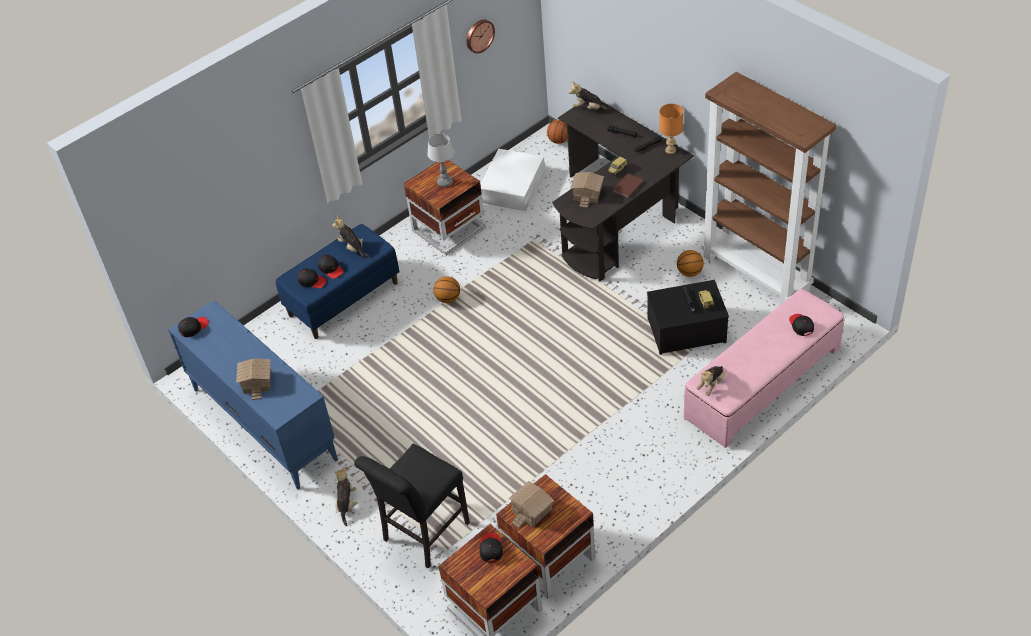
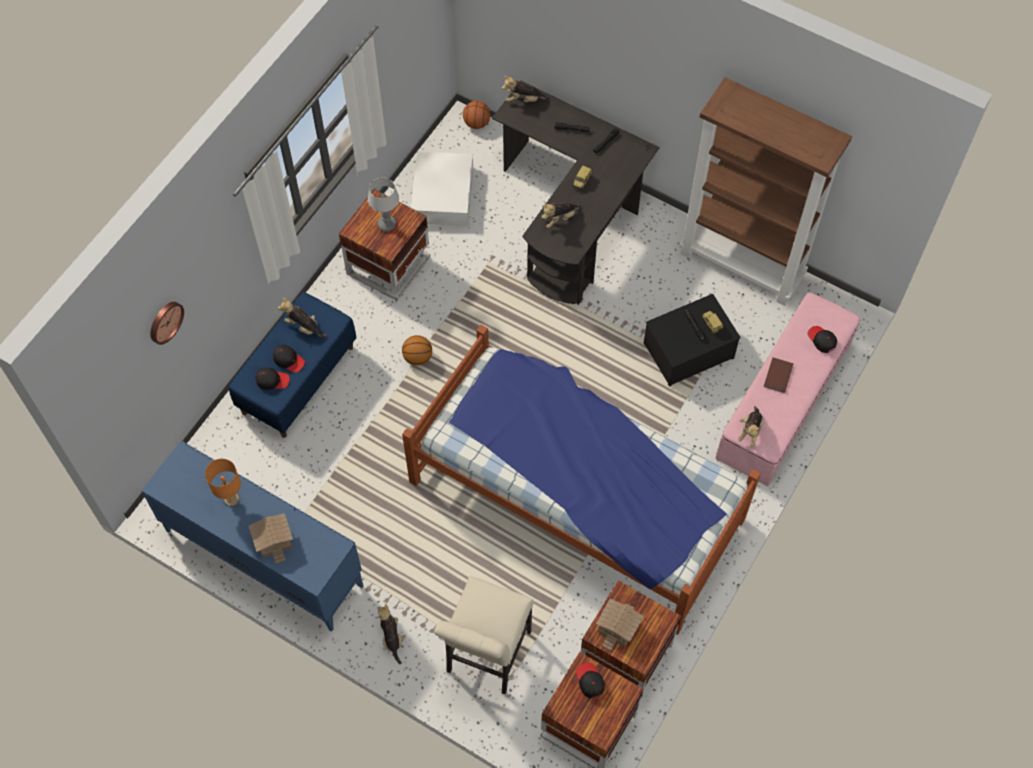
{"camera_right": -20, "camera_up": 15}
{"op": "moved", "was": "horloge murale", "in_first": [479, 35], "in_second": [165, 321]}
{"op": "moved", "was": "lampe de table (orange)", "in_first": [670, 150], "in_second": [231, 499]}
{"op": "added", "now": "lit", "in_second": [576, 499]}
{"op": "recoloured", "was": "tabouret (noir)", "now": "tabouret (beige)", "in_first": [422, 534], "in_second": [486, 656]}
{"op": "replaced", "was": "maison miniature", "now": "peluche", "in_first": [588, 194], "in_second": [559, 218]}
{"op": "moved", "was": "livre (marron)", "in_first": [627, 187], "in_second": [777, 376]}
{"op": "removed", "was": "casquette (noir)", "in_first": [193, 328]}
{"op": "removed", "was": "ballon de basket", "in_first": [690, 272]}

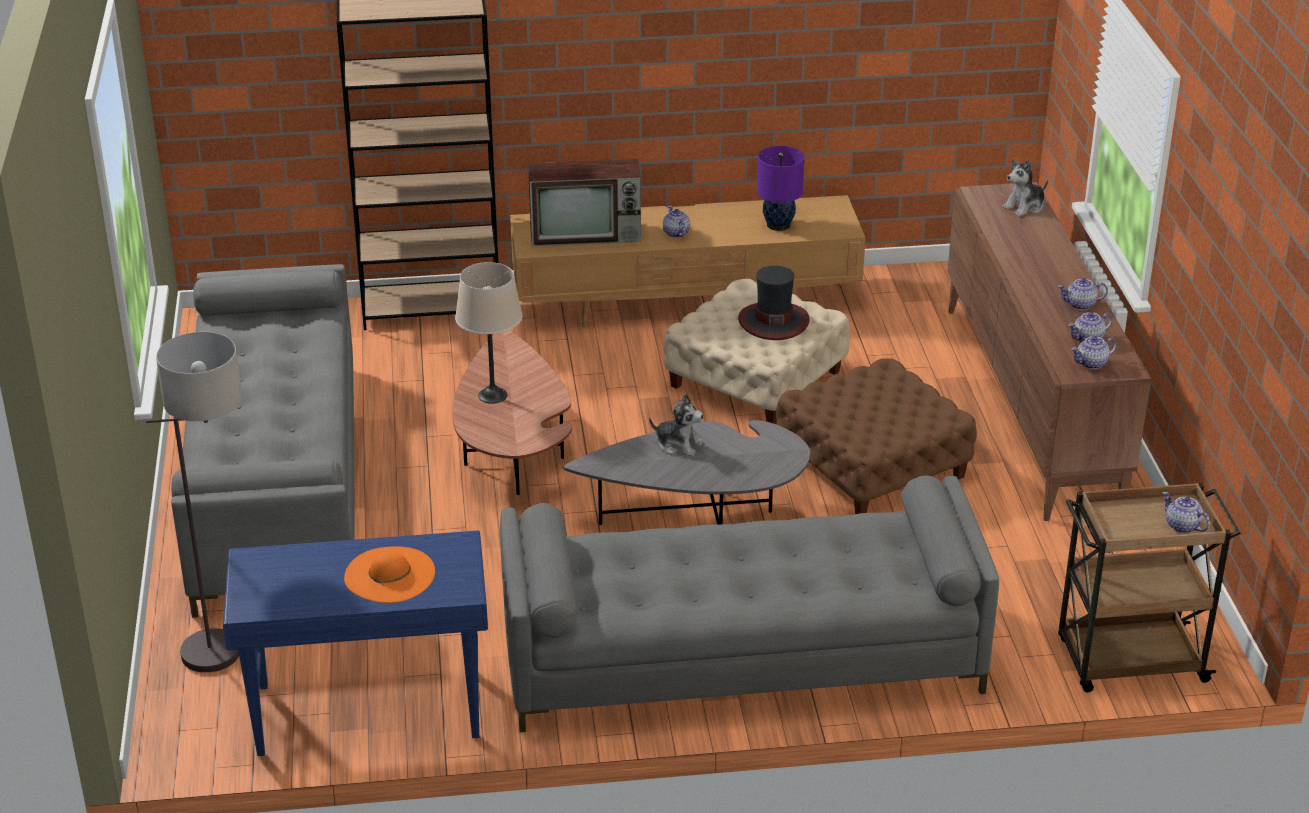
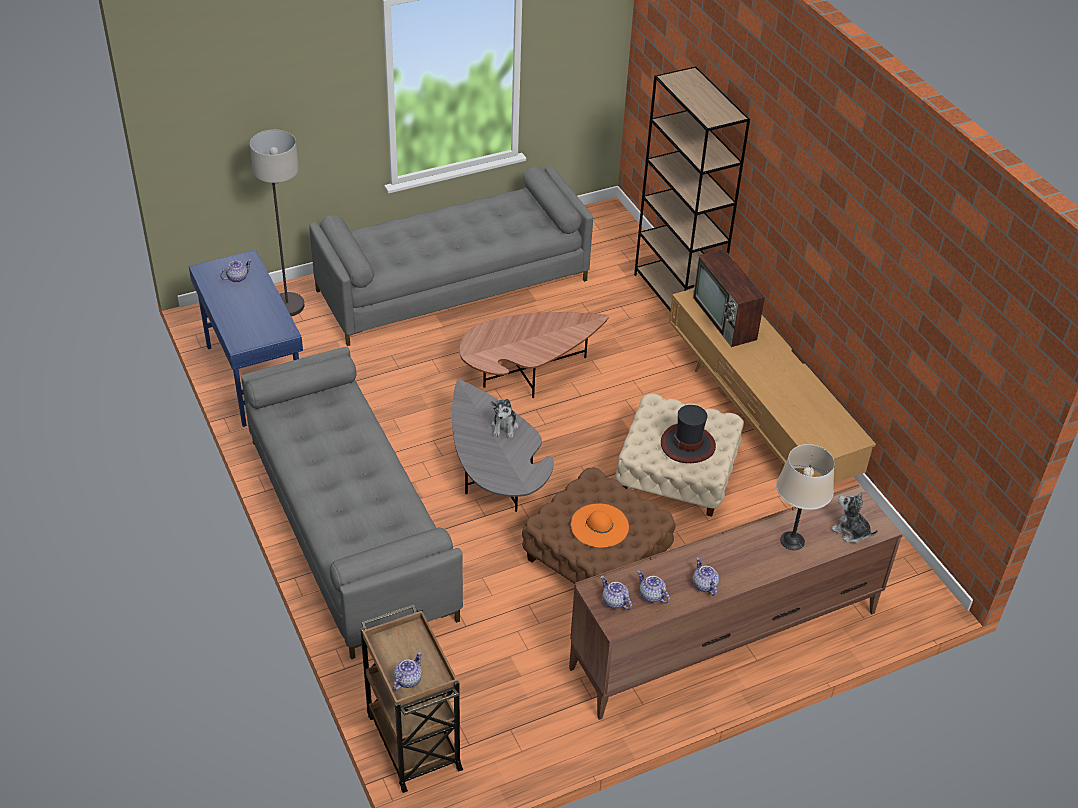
{"camera_right": 70, "camera_up": 10}
{"op": "moved", "was": "théière", "in_first": [675, 233], "in_second": [237, 277]}
{"op": "moved", "was": "chapeau (orange)", "in_first": [389, 574], "in_second": [599, 525]}
{"op": "moved", "was": "lampe de table (beige)", "in_first": [493, 395], "in_second": [792, 541]}
{"op": "removed", "was": "lampe de table (violet)", "in_first": [778, 225]}

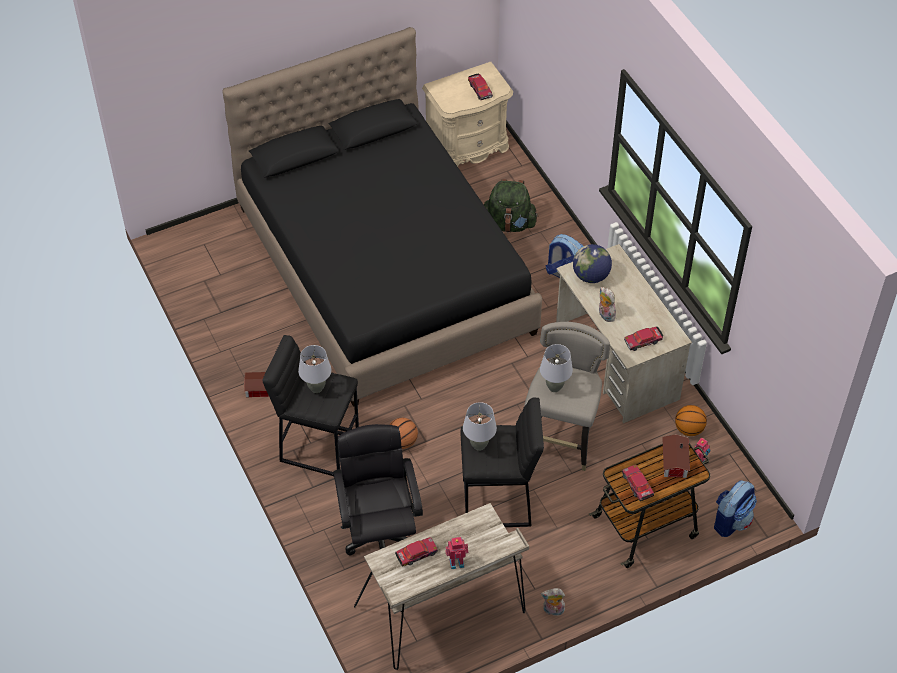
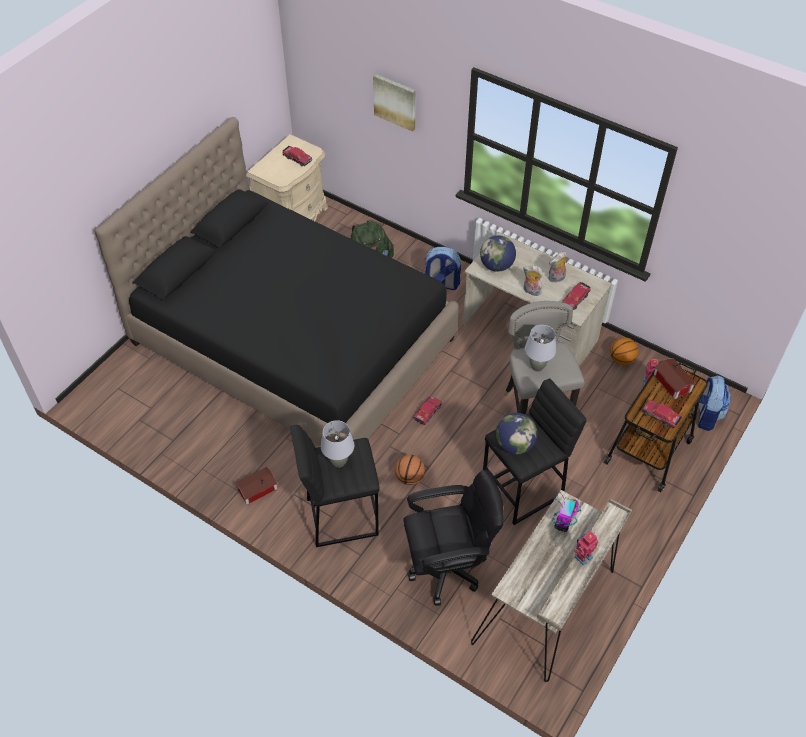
{"camera_right": -30, "camera_up": 0}
{"op": "added", "now": "tableau", "in_second": [395, 101]}
{"op": "turned", "was": "chaise de bureau (noir)", "in_first": [379, 537], "in_second": [448, 570], "clockwise": 120}
{"op": "moved", "was": "petite voiture", "in_first": [416, 554], "in_second": [427, 412]}
{"op": "replaced", "was": "lampe de table (gris)", "now": "globe", "in_first": [479, 445], "in_second": [514, 445]}
{"op": "moved", "was": "peluche", "in_first": [553, 611], "in_second": [556, 279]}
{"op": "added", "now": "robot jouet", "in_second": [562, 524]}

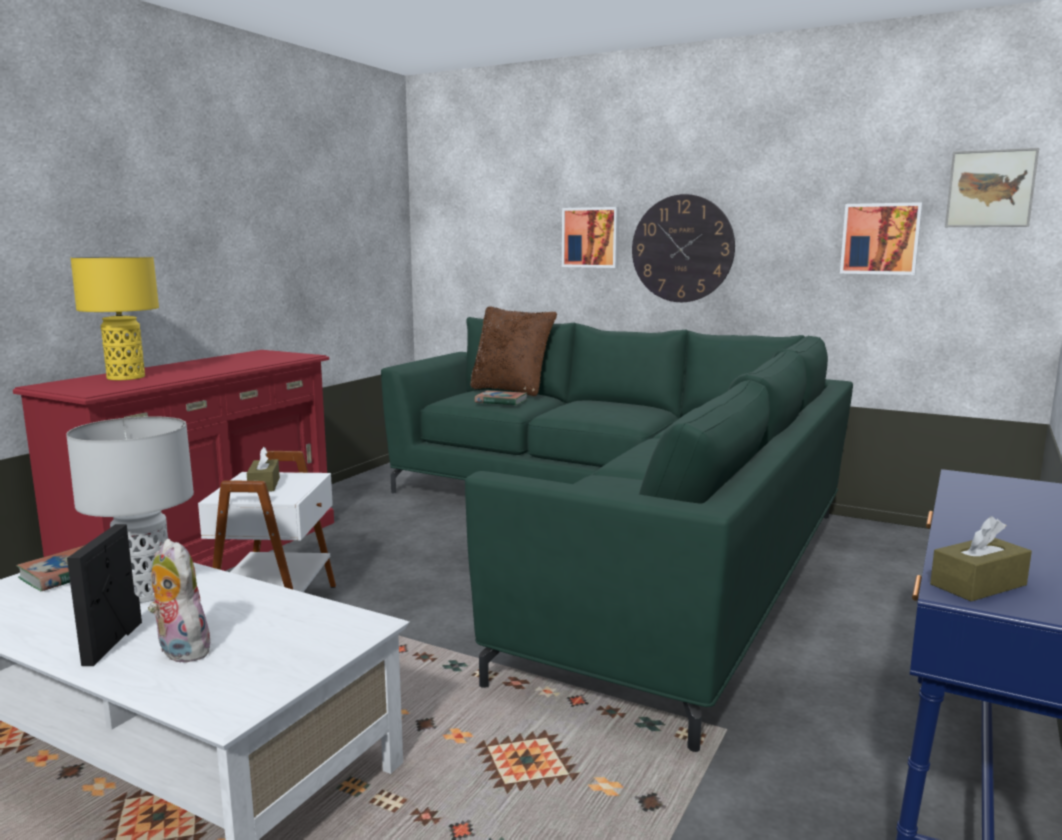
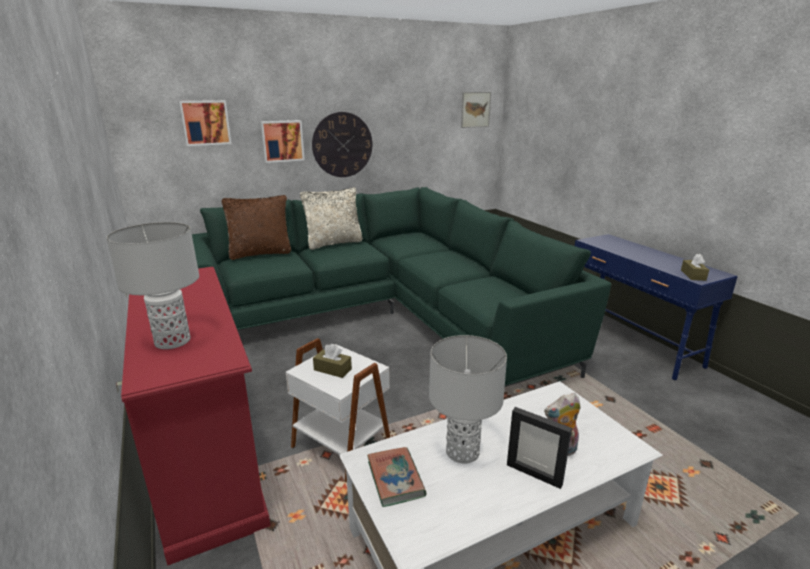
{"camera_right": -55, "camera_up": 10}
{"op": "recoloured", "was": "lampe de table (jaune)", "now": "lampe de table (blanc)", "in_first": [126, 377], "in_second": [173, 341]}
{"op": "moved", "was": "tableau", "in_first": [880, 239], "in_second": [205, 122]}
{"op": "added", "now": "coussin (beige)", "in_second": [334, 244]}
{"op": "removed", "was": "livre", "in_first": [501, 402]}

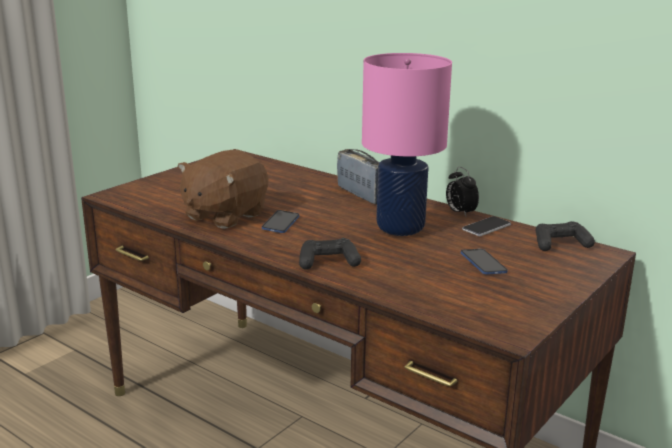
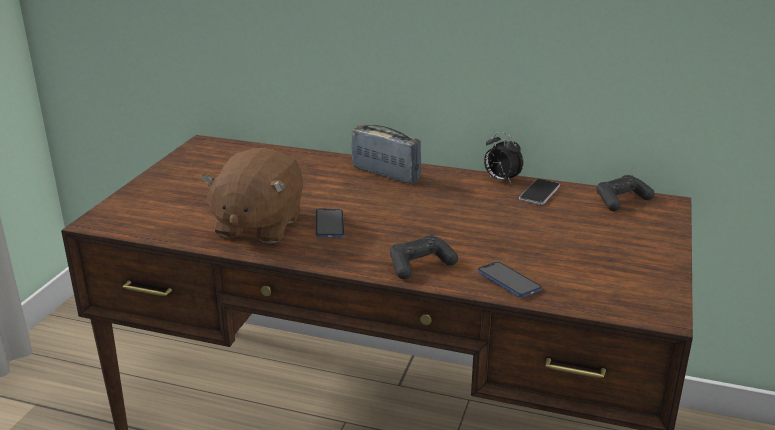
{"camera_right": -20, "camera_up": 5}
{"op": "moved", "was": "téléphone", "in_first": [483, 263], "in_second": [508, 281]}
{"op": "removed", "was": "lampe de table (rose)", "in_first": [400, 231]}

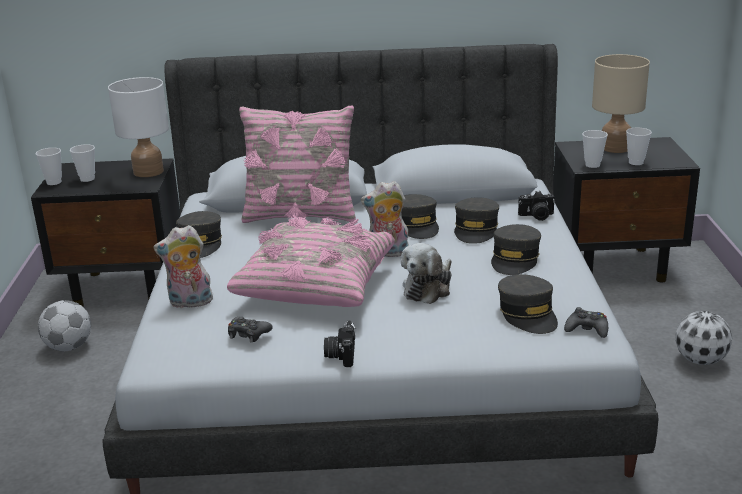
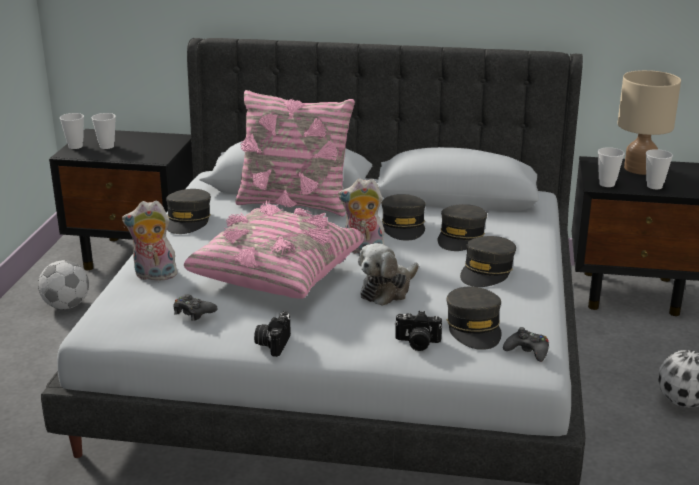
{"camera_right": 10, "camera_up": 0}
{"op": "moved", "was": "appareil photo", "in_first": [537, 216], "in_second": [417, 343]}
{"op": "removed", "was": "lampe de table (blanc)", "in_first": [148, 172]}

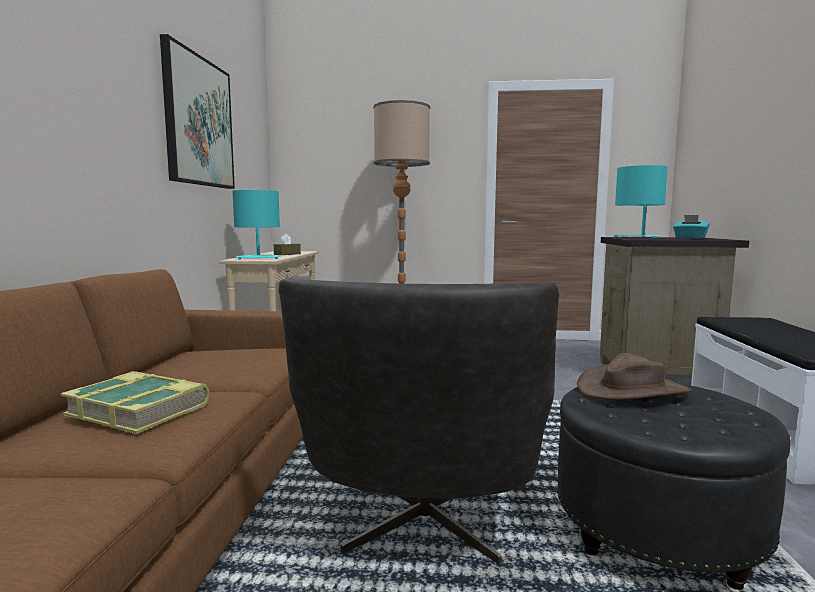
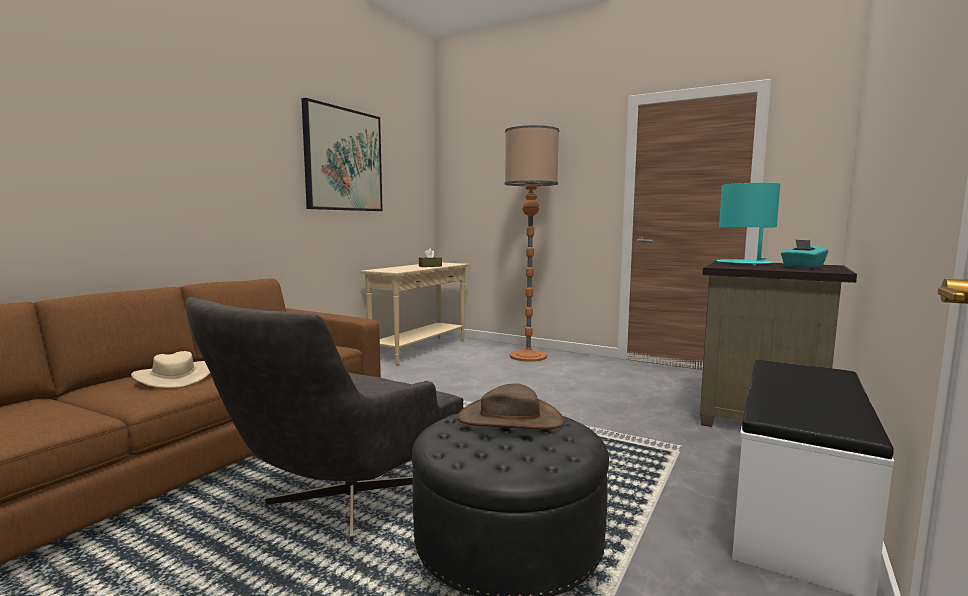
{"camera_right": 25, "camera_up": 0}
{"op": "replaced", "was": "livre", "now": "chapeau (beige)", "in_first": [139, 410], "in_second": [174, 377]}
{"op": "removed", "was": "lampe de table (turquoise)", "in_first": [258, 258]}

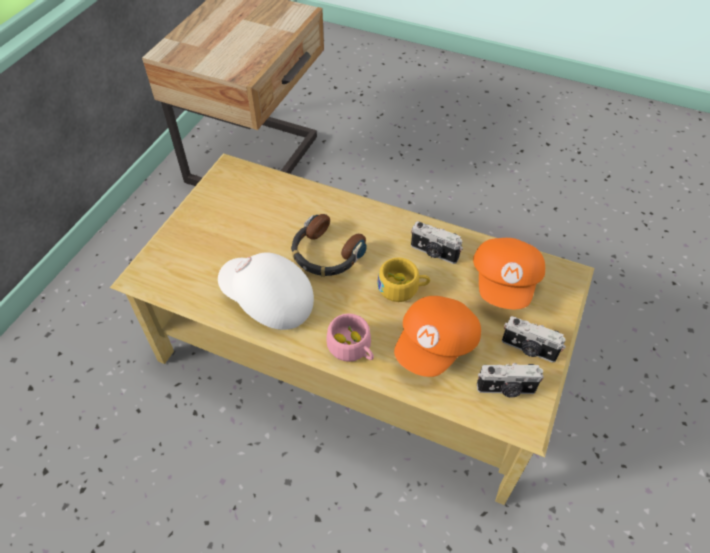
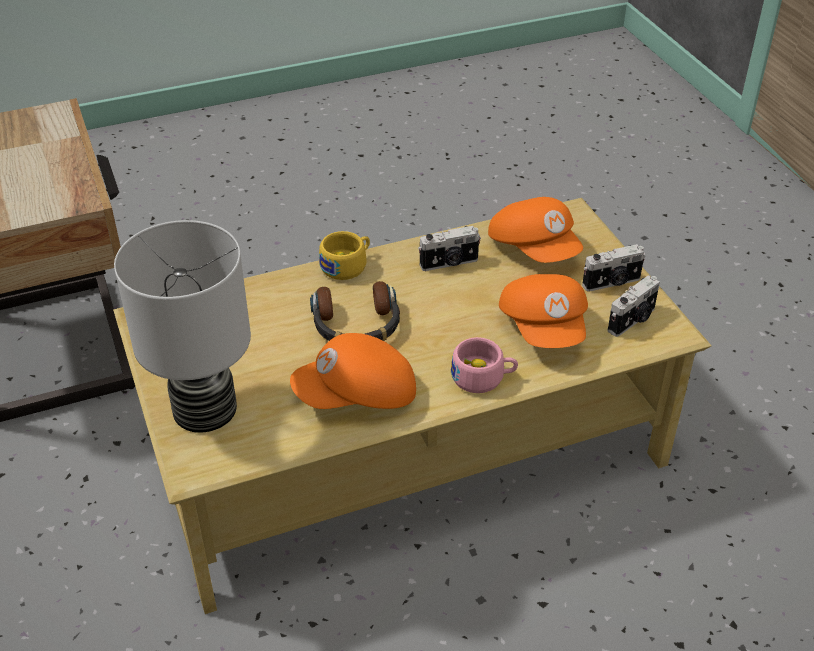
{"camera_right": -45, "camera_up": -10}
{"op": "added", "now": "lampe de table (gris)", "in_second": [204, 410]}
{"op": "recoloured", "was": "casquette (blanc)", "now": "casquette (orange)", "in_first": [268, 301], "in_second": [357, 396]}
{"op": "moved", "was": "tasse (jaune)", "in_first": [403, 288], "in_second": [347, 265]}

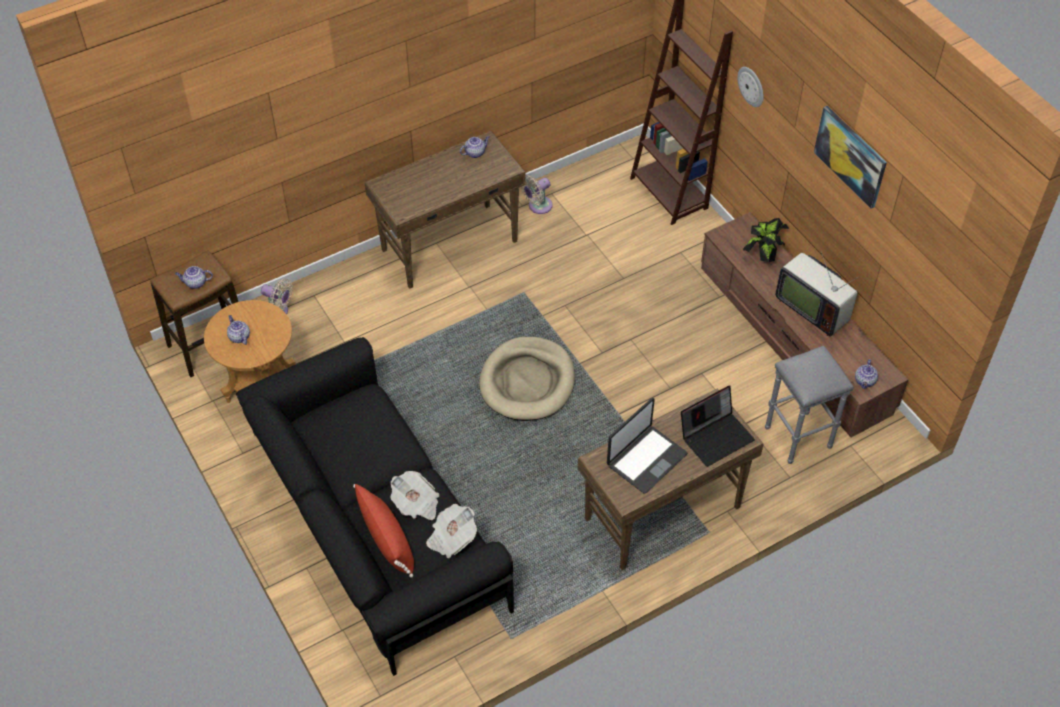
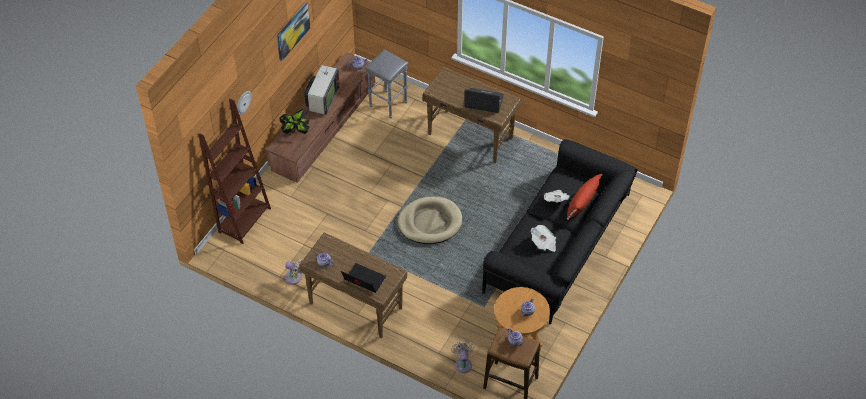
{"camera_right": -120, "camera_up": 0}
{"op": "moved", "was": "ordinateur portable", "in_first": [716, 436], "in_second": [363, 280]}
{"op": "moved", "was": "journal", "in_first": [451, 538], "in_second": [543, 243]}

